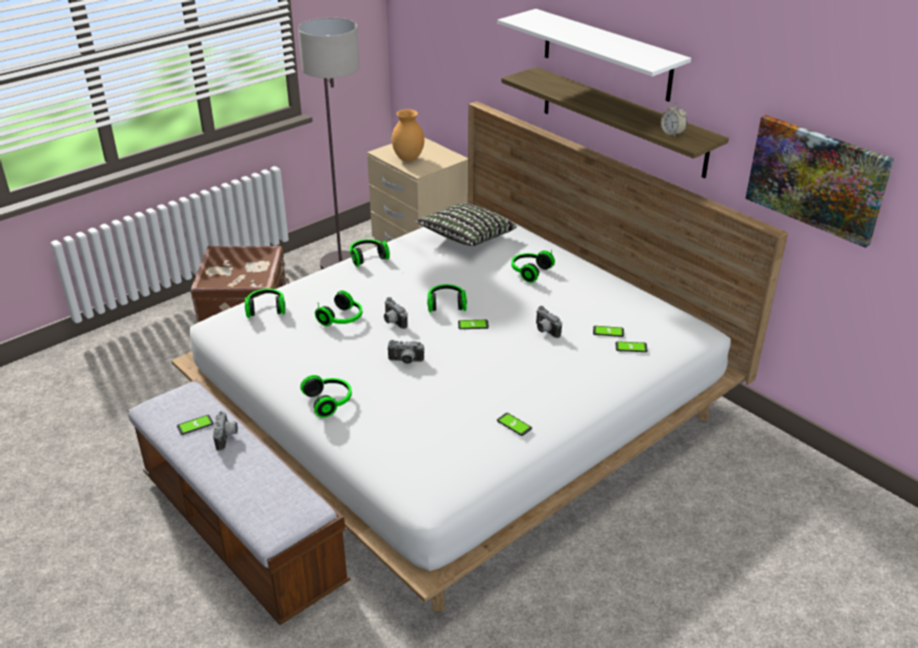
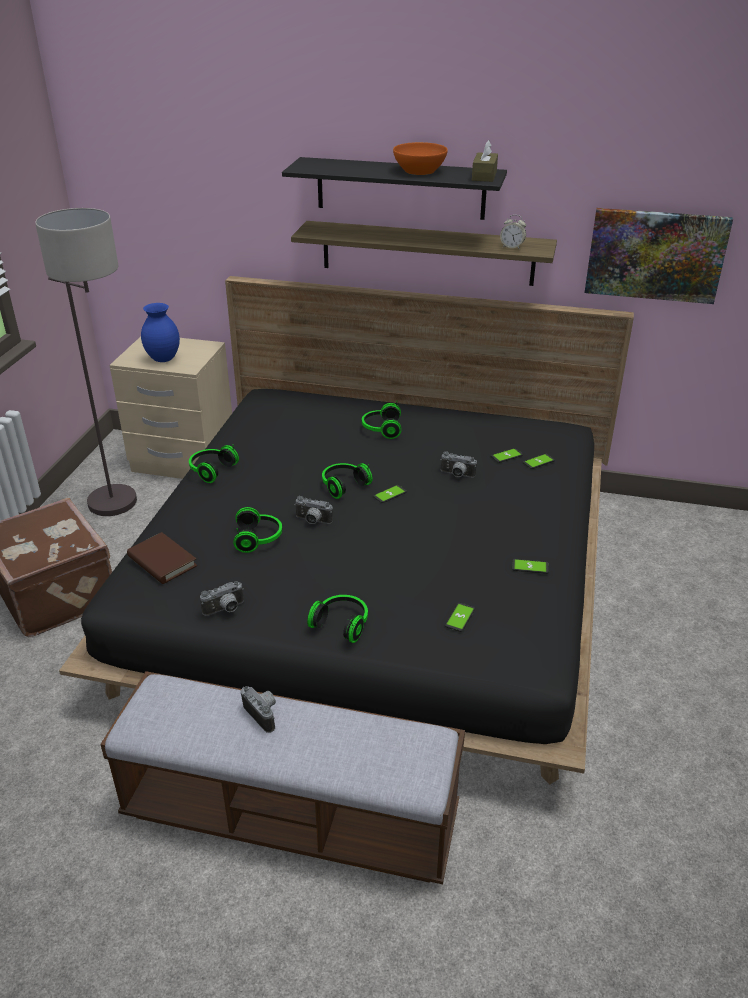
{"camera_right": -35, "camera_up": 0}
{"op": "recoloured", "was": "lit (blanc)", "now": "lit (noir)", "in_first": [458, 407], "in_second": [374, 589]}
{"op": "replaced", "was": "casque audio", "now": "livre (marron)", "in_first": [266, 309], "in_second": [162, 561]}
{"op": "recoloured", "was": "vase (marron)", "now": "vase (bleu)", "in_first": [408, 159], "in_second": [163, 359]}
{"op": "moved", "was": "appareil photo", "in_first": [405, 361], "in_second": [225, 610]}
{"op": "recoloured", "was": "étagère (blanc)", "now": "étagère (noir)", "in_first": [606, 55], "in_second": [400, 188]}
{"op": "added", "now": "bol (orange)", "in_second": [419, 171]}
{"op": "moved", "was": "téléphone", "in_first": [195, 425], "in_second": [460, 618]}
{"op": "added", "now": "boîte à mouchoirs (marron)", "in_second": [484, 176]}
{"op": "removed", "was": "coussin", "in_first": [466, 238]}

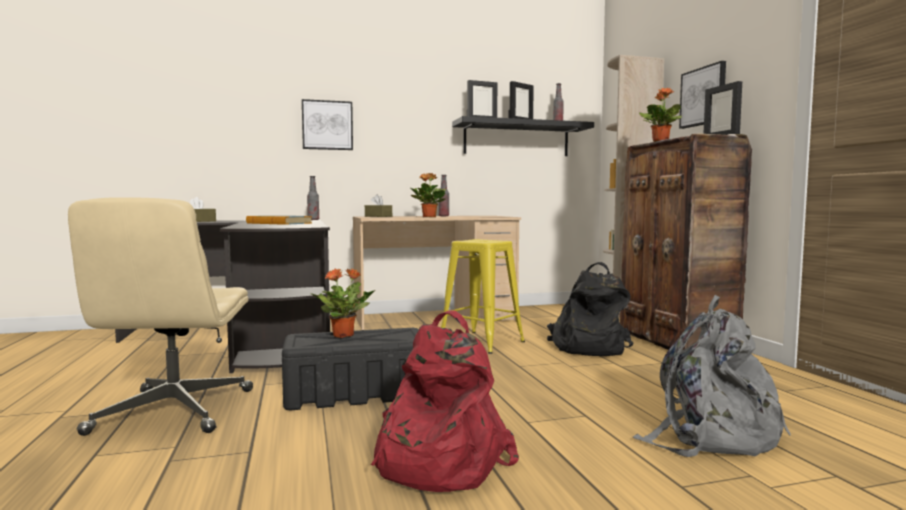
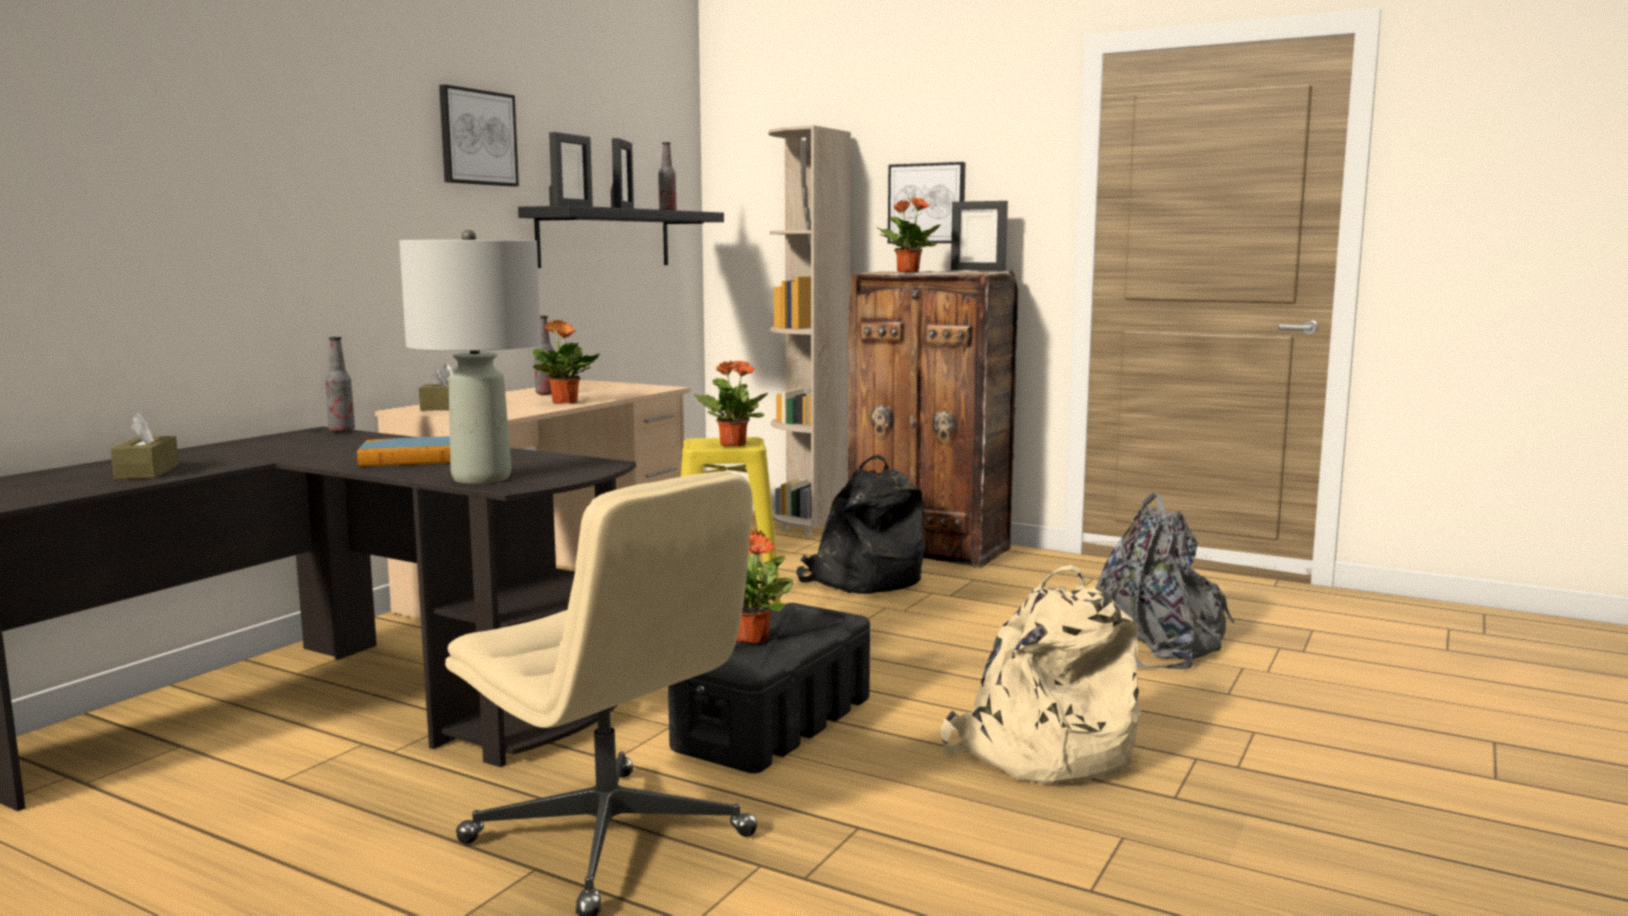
{"camera_right": -45, "camera_up": 5}
{"op": "added", "now": "lampe de table (gris)", "in_second": [480, 478]}
{"op": "moved", "was": "tableau", "in_first": [327, 125], "in_second": [477, 137]}
{"op": "added", "now": "plante en pot", "in_second": [733, 444]}
{"op": "recoloured", "was": "sac à dos (rouge)", "now": "sac à dos (beige)", "in_first": [436, 461], "in_second": [1041, 752]}

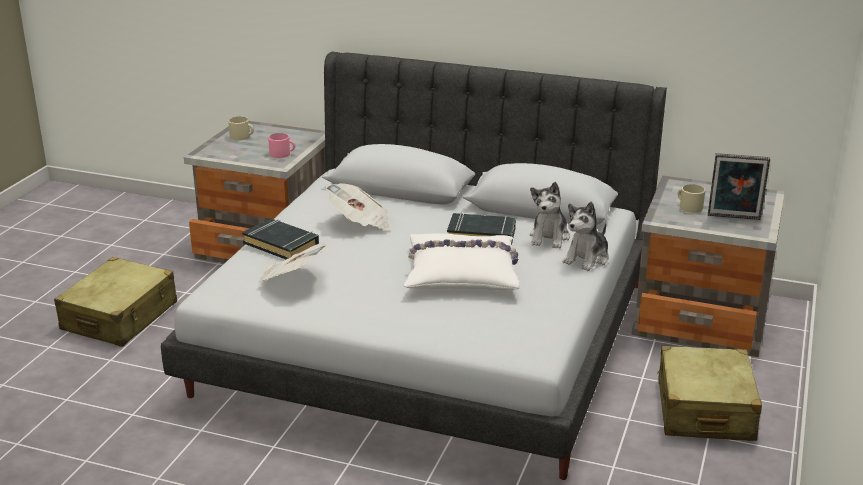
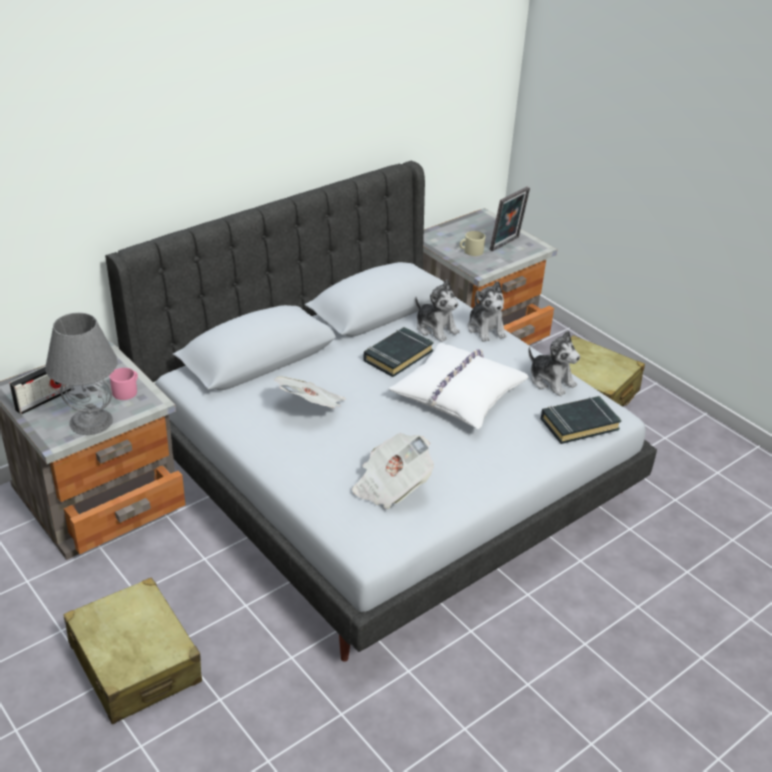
{"camera_right": -60, "camera_up": 10}
{"op": "replaced", "was": "mug (beige)", "now": "radio", "in_first": [242, 137], "in_second": [44, 399]}
{"op": "added", "now": "lampe de table (gris)", "in_second": [90, 422]}
{"op": "added", "now": "peluche", "in_second": [551, 381]}
{"op": "moved", "was": "livre (noir)", "in_first": [281, 244], "in_second": [579, 424]}

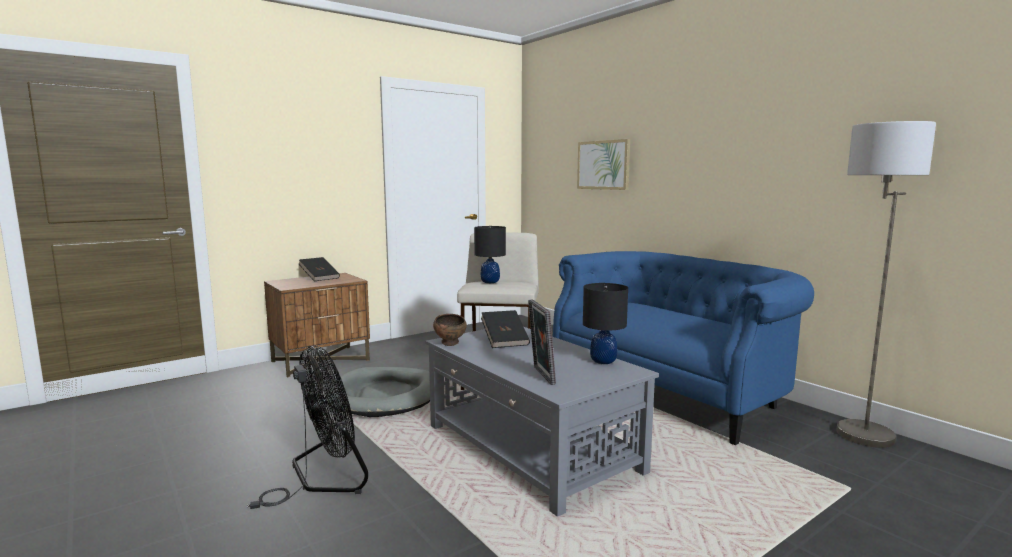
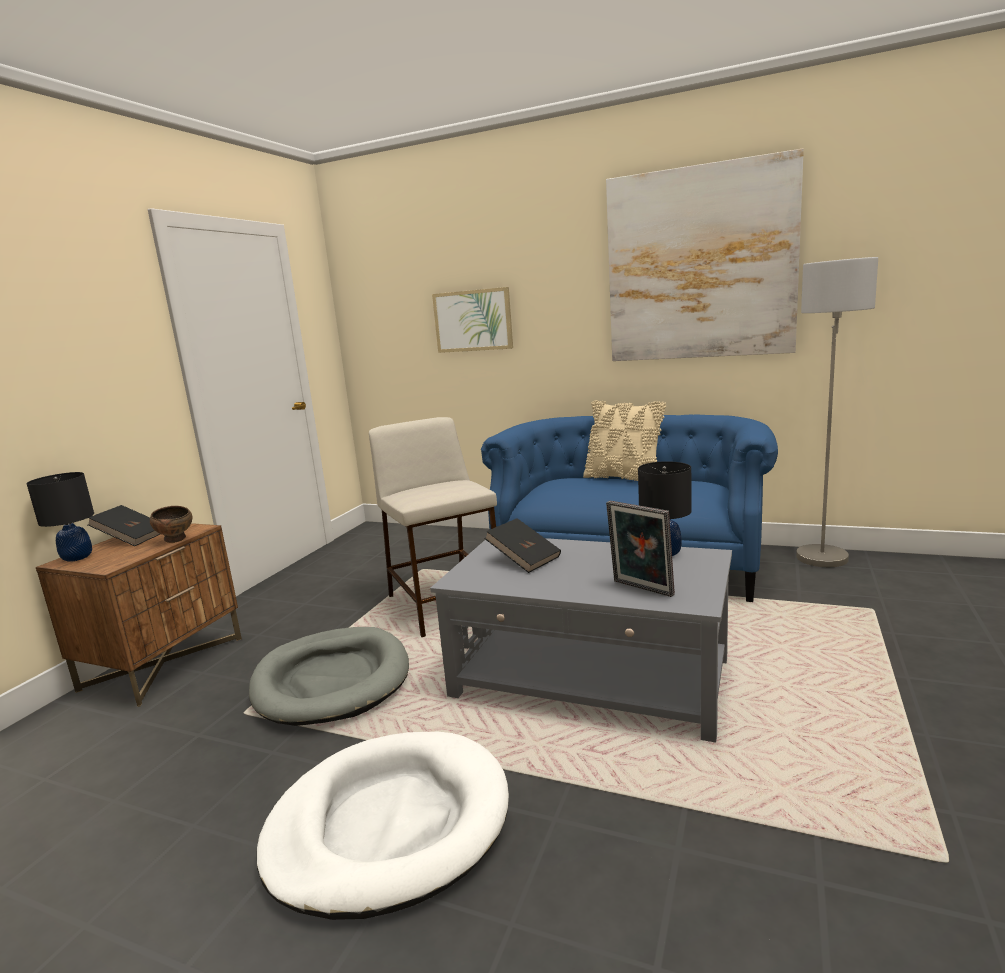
{"camera_right": -30, "camera_up": 5}
{"op": "moved", "was": "lampe de table (noir)", "in_first": [491, 282], "in_second": [79, 558]}
{"op": "moved", "was": "bol (marron)", "in_first": [451, 344], "in_second": [177, 540]}
{"op": "replaced", "was": "ventilateur (noir)", "now": "panier pour chien (blanc)", "in_first": [318, 474], "in_second": [389, 825]}
{"op": "added", "now": "coussin (beige)", "in_second": [624, 478]}
{"op": "added", "now": "tableau", "in_second": [699, 264]}

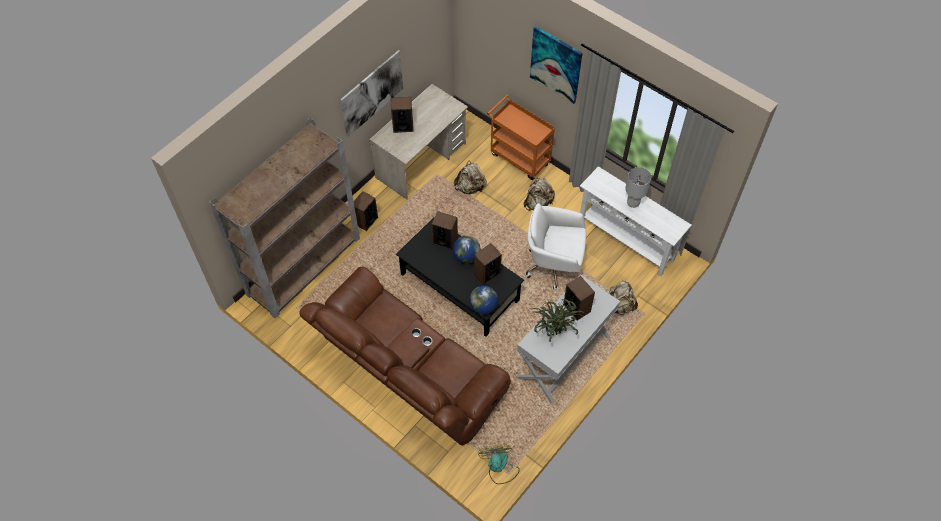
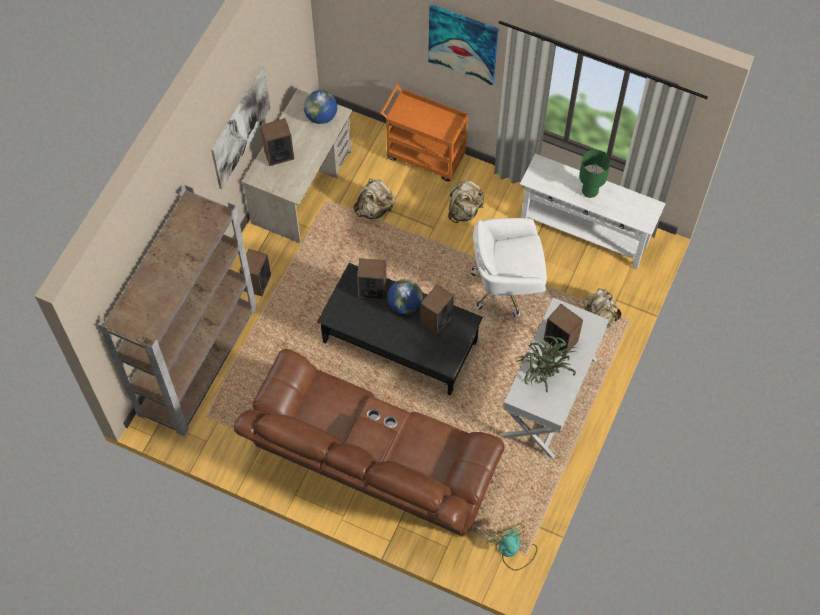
{"camera_right": -15, "camera_up": 5}
{"op": "moved", "was": "globe", "in_first": [483, 307], "in_second": [321, 116]}
{"op": "recoloured", "was": "lampe de table (gris)", "now": "lampe de table (vert)", "in_first": [633, 203], "in_second": [590, 192]}

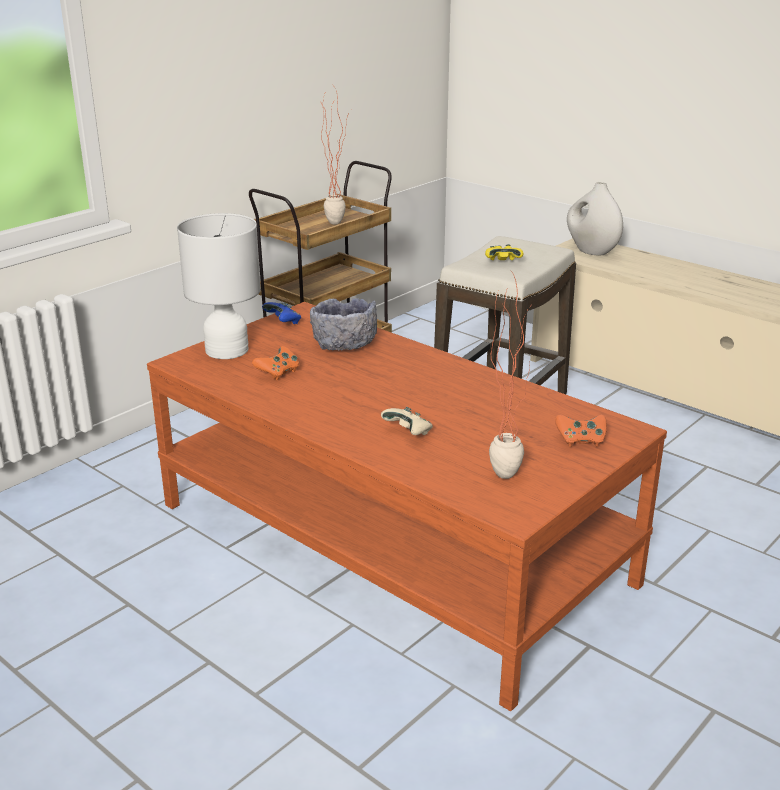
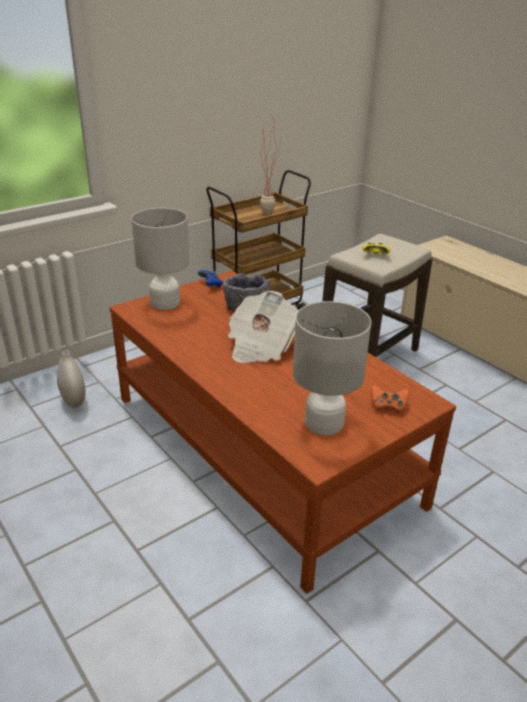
{"camera_right": 10, "camera_up": 5}
{"op": "moved", "was": "vase (blanc)", "in_first": [591, 251], "in_second": [73, 400]}
{"op": "added", "now": "journal", "in_second": [260, 345]}
{"op": "replaced", "was": "plante en pot", "now": "lampe de table (gris)", "in_first": [505, 469], "in_second": [323, 423]}
{"op": "removed", "was": "manette (orange)", "in_first": [278, 373]}
{"op": "removed", "was": "manette (beige)", "in_first": [409, 433]}

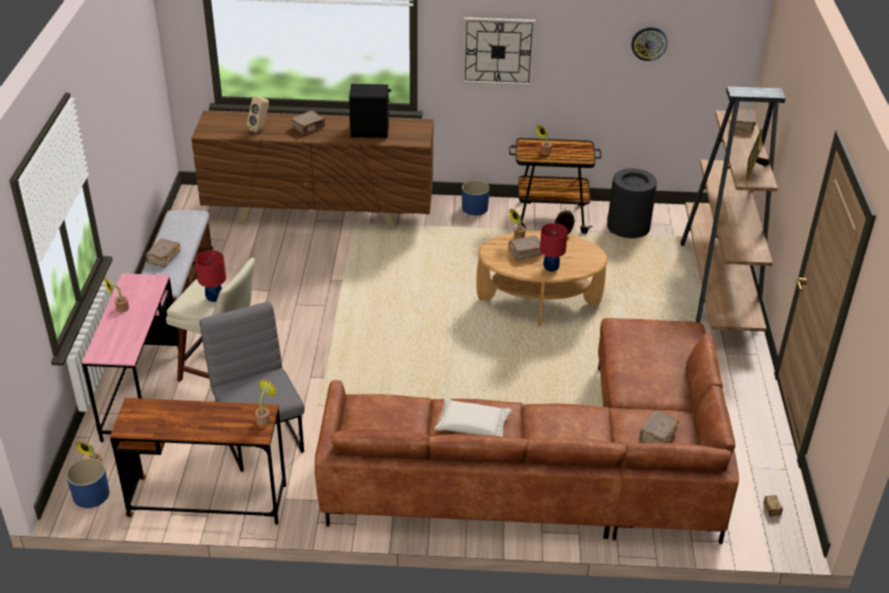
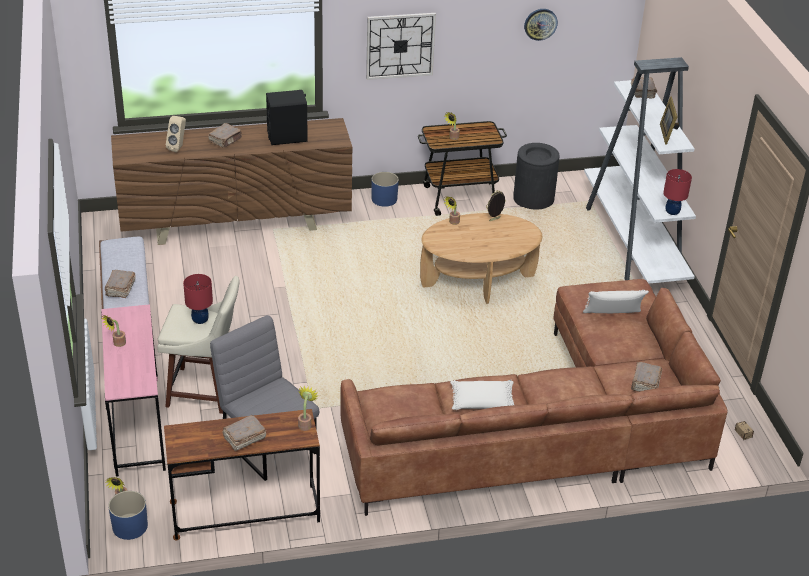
{"camera_right": -15, "camera_up": 0}
{"op": "moved", "was": "livre (marron)", "in_first": [525, 253], "in_second": [244, 438]}
{"op": "added", "now": "coussin (blanc)", "in_second": [612, 316]}
{"op": "recoloured", "was": "bibliothèque (marron)", "now": "bibliothèque (blanc)", "in_first": [719, 285], "in_second": [633, 243]}
{"op": "moved", "was": "lampe de table (rouge)", "in_first": [550, 268], "in_second": [671, 212]}

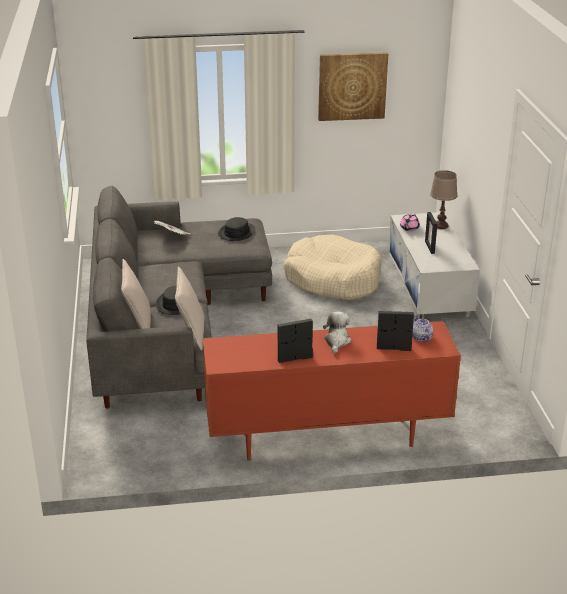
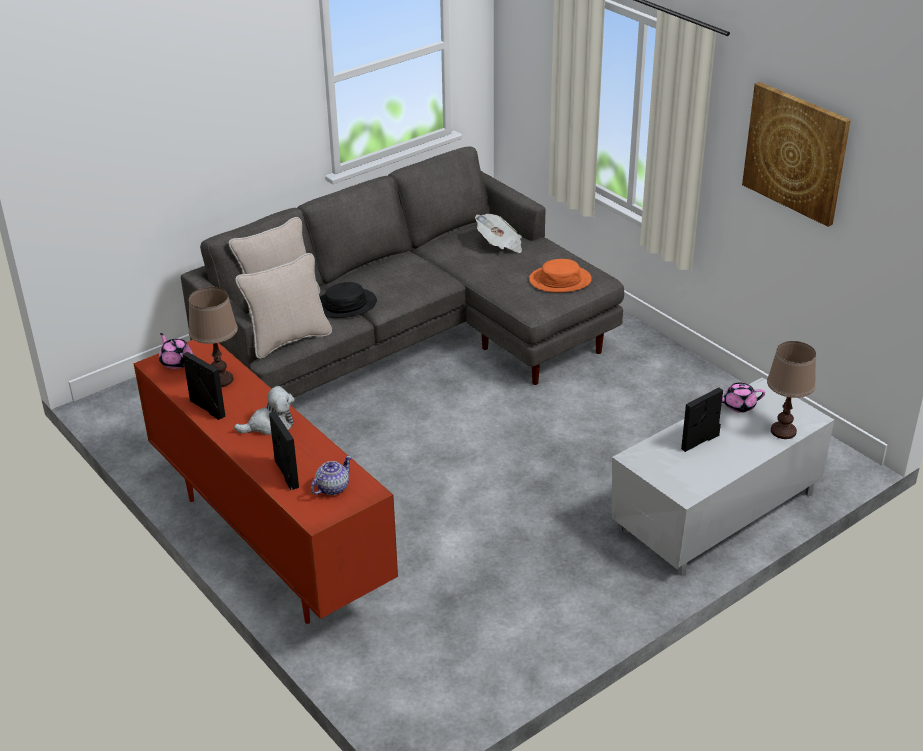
{"camera_right": 60, "camera_up": 5}
{"op": "added", "now": "théière (rose)", "in_second": [176, 362]}
{"op": "added", "now": "lampe de table (marron)", "in_second": [220, 379]}
{"op": "recoloured", "was": "chapeau (noir)", "now": "chapeau (orange)", "in_first": [236, 232], "in_second": [560, 280]}
{"op": "removed", "was": "panier pour chien (beige)", "in_first": [333, 279]}

